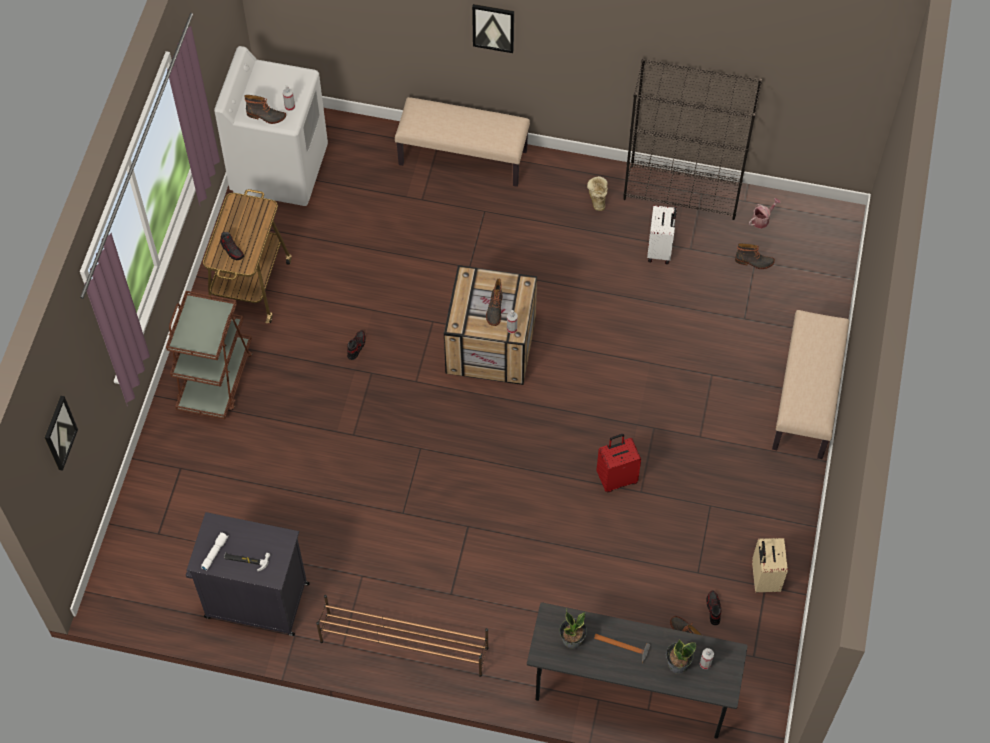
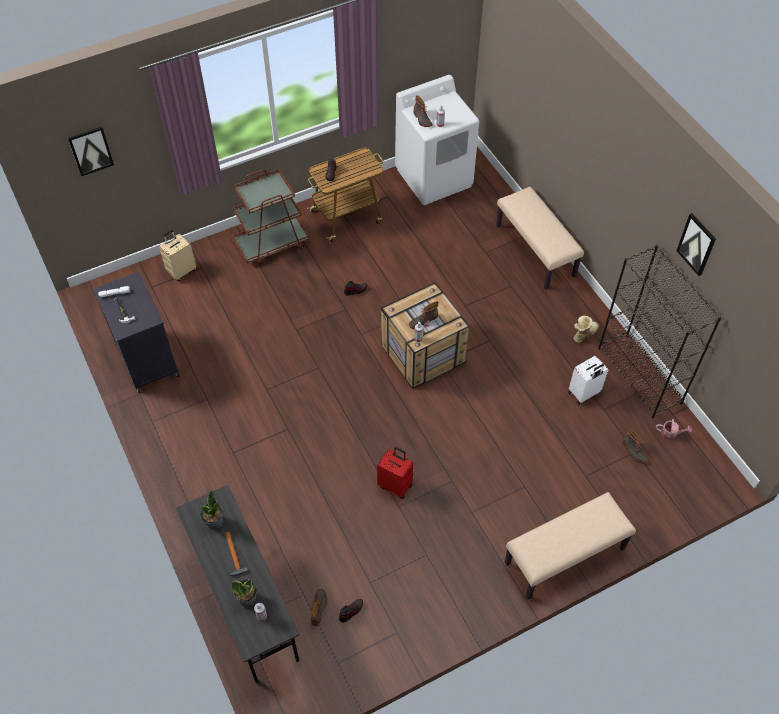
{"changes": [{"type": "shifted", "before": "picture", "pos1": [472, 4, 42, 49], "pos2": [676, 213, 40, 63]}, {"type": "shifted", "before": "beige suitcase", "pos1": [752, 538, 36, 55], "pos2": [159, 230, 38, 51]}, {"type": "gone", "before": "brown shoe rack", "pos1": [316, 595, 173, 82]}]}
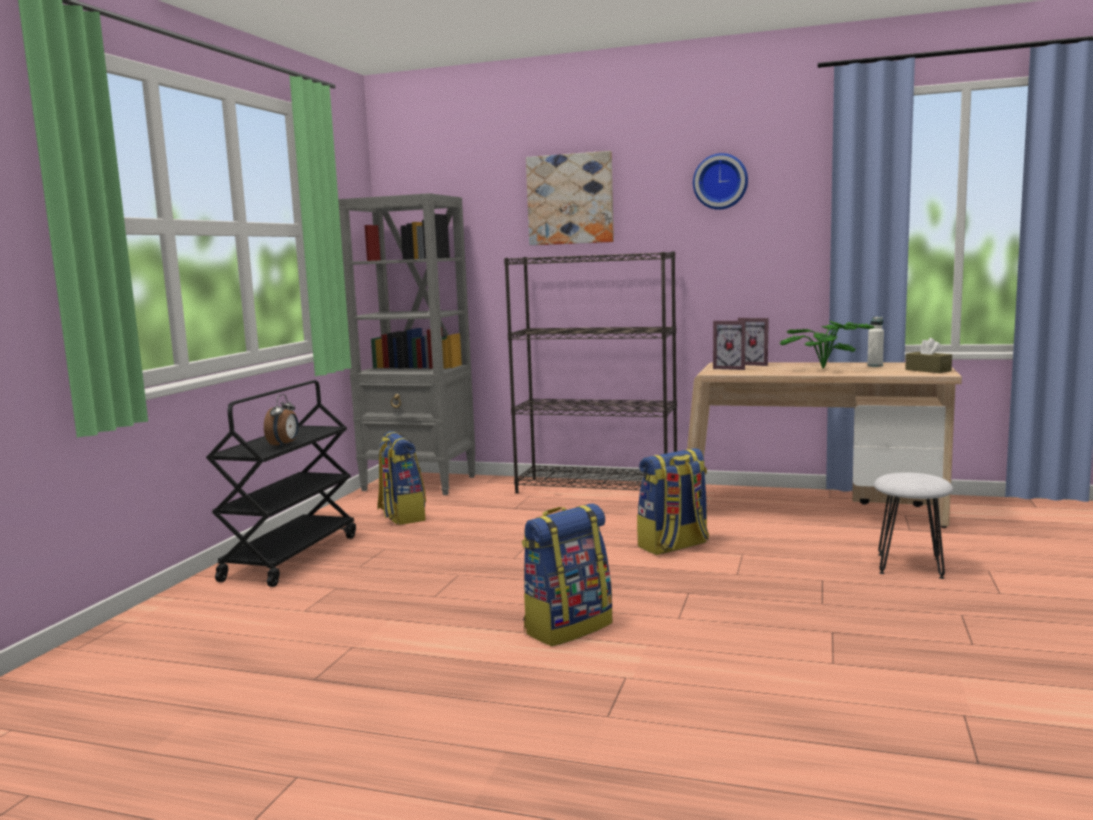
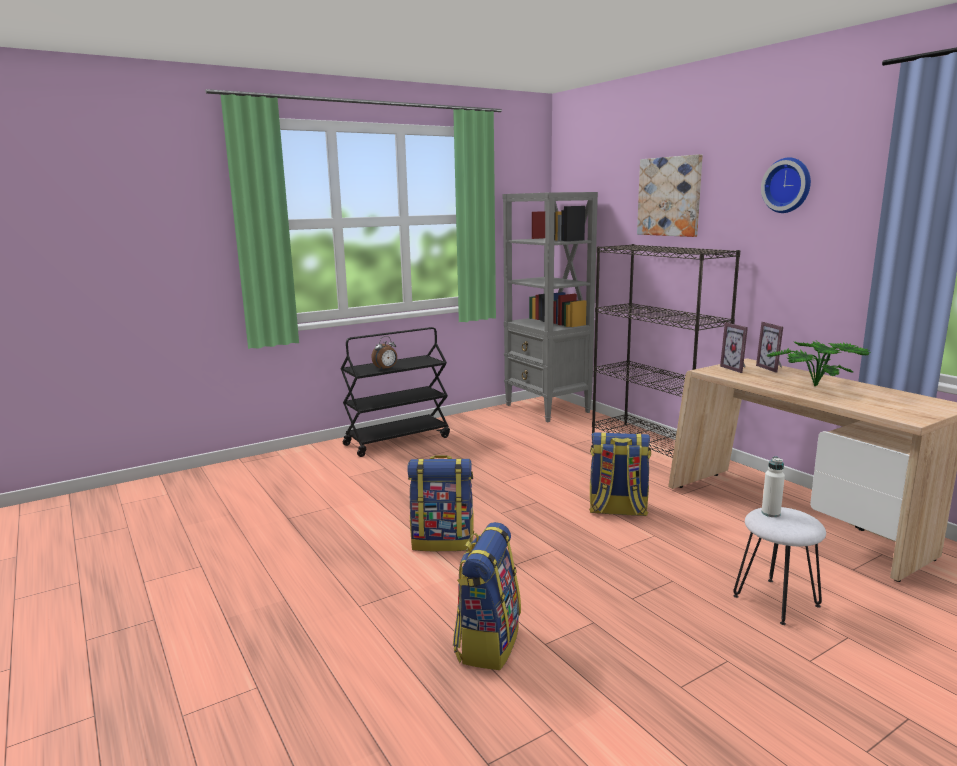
{"changes": [{"type": "shifted", "before": "white bottle", "pos1": [867, 316, 17, 51], "pos2": [762, 457, 23, 60]}, {"type": "gone", "before": "brown tissue box", "pos1": [905, 338, 47, 35]}, {"type": "shifted", "before": "backpack", "pos1": [377, 431, 49, 94], "pos2": [453, 522, 68, 148]}]}
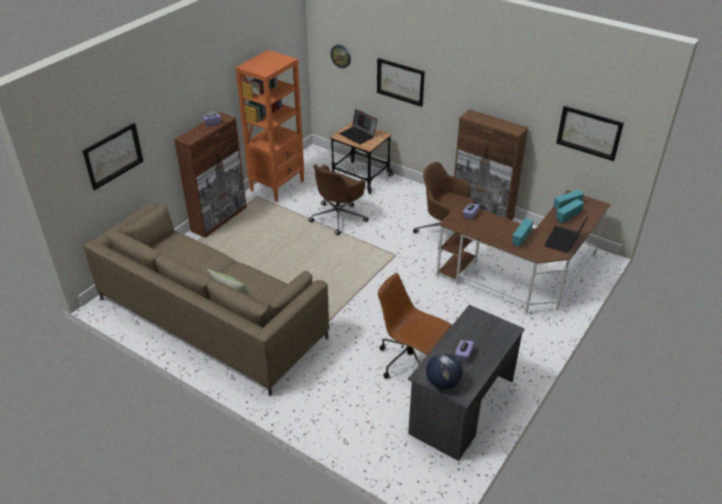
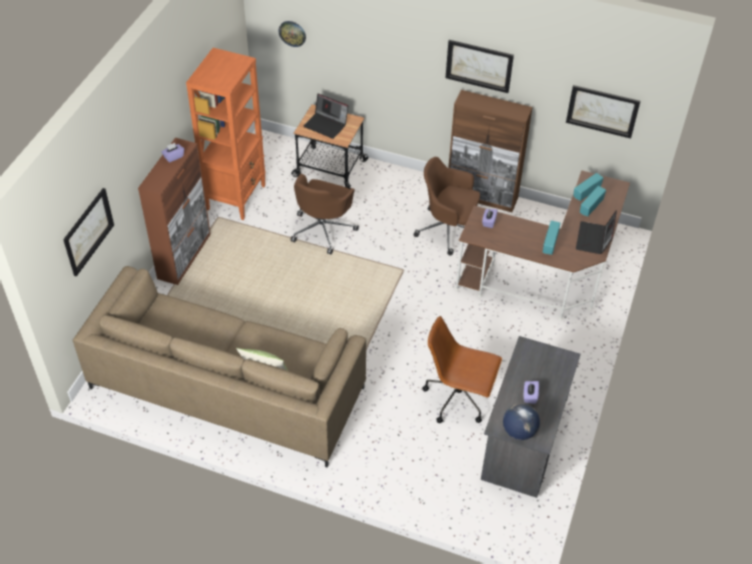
{"changes": [{"type": "shifted", "before": "picture", "pos1": [377, 58, 48, 49], "pos2": [446, 40, 68, 53]}]}
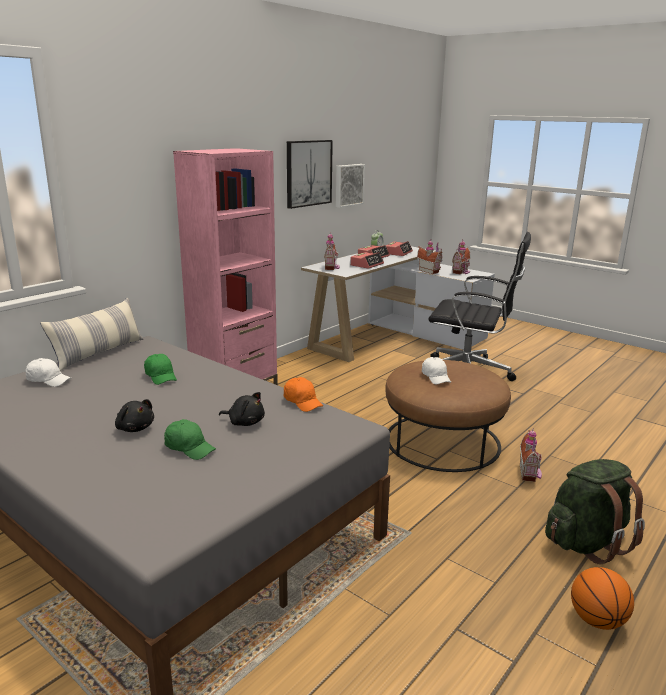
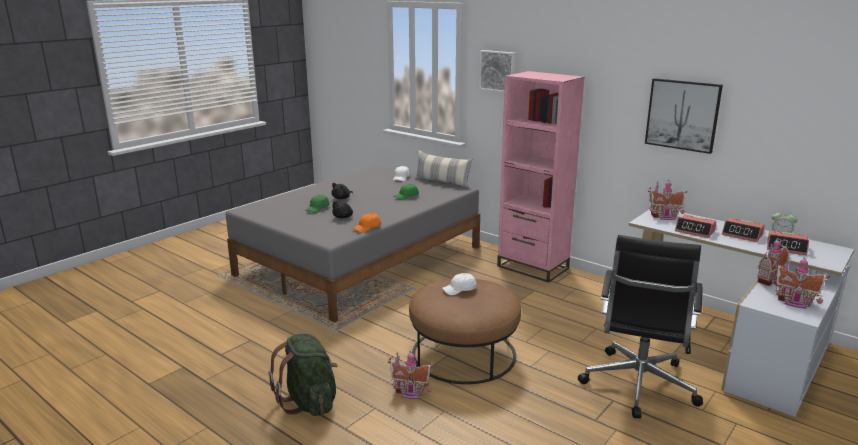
{"changes": [{"type": "shifted", "before": "picture", "pos1": [336, 164, 29, 44], "pos2": [479, 50, 36, 42]}, {"type": "gone", "before": "basketball", "pos1": [571, 567, 63, 63]}]}
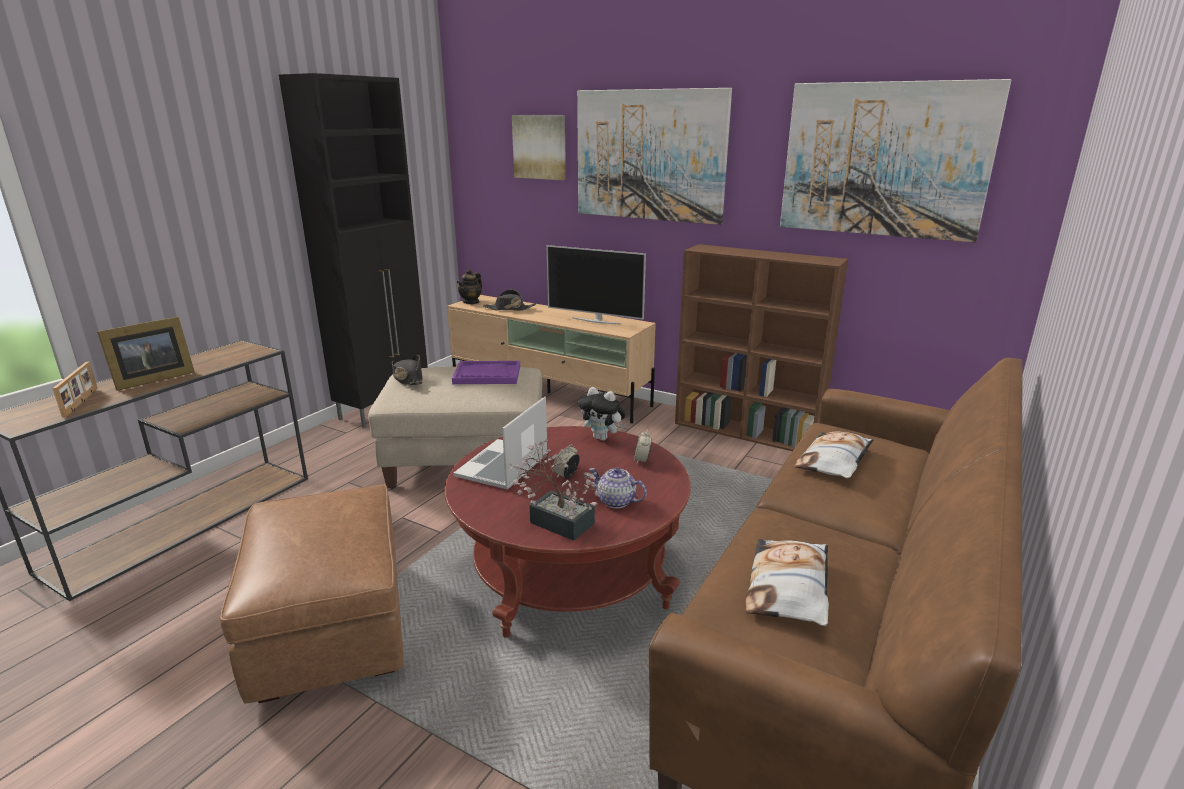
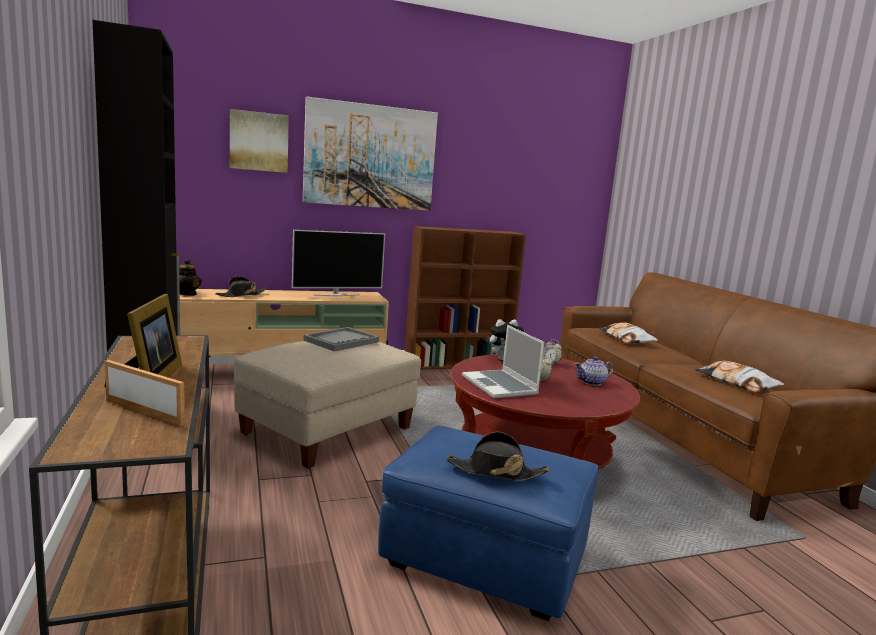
{"changes": [{"type": "gone", "before": "picture", "pos1": [780, 79, 231, 164]}, {"type": "shifted", "before": "black hat", "pos1": [392, 355, 30, 31], "pos2": [446, 432, 103, 49]}, {"type": "repainted", "before": "purple tray", "after": "grey tray", "pos1": [452, 361, 68, 23], "pos2": [304, 327, 75, 25]}, {"type": "gone", "before": "potted plant", "pos1": [510, 439, 96, 102]}, {"type": "repainted", "before": "brown ottoman", "after": "blue ottoman", "pos1": [220, 484, 184, 219], "pos2": [378, 425, 221, 196]}]}
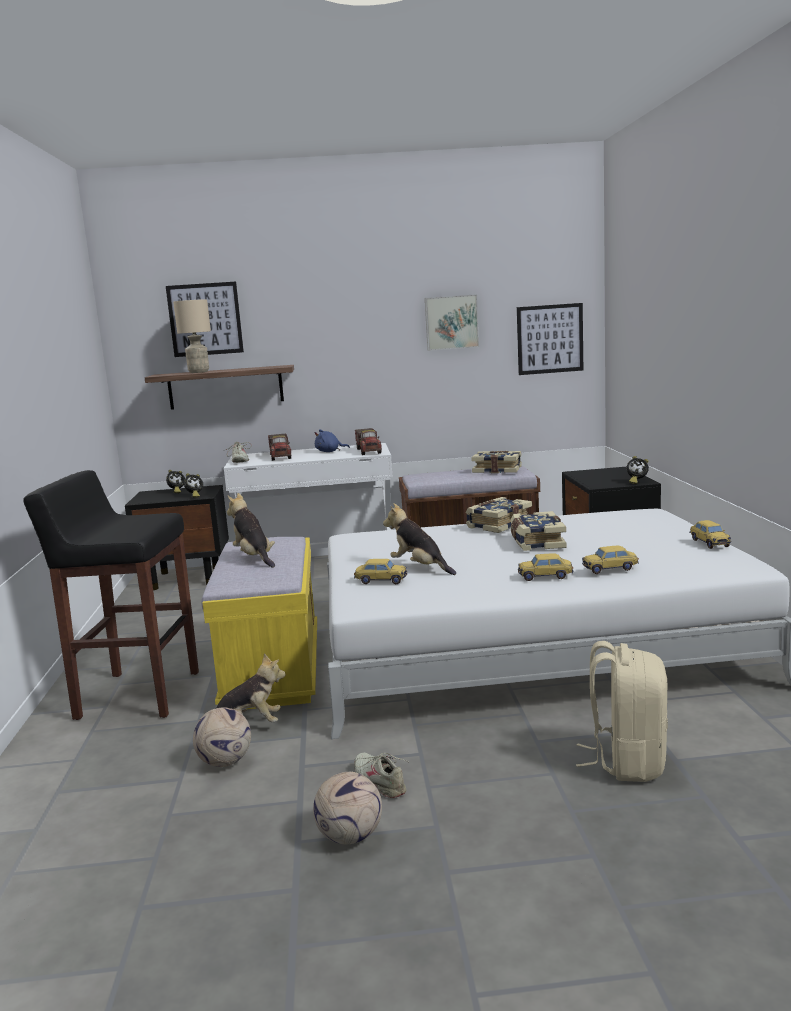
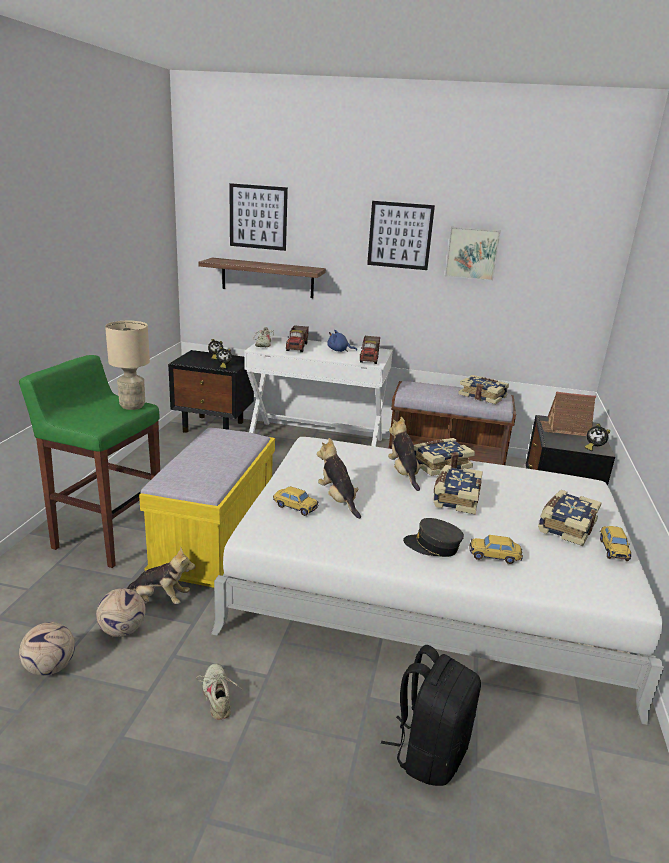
{"changes": [{"type": "shifted", "before": "beige table lamp", "pos1": [173, 299, 38, 74], "pos2": [105, 321, 45, 89]}, {"type": "shifted", "before": "picture", "pos1": [517, 303, 66, 72], "pos2": [367, 201, 68, 69]}, {"type": "repainted", "before": "black stool", "after": "green stool", "pos1": [23, 470, 176, 250], "pos2": [19, 355, 141, 213]}, {"type": "shifted", "before": "plush toy", "pos1": [227, 493, 48, 75], "pos2": [388, 416, 35, 75]}, {"type": "swapped", "before": "toy car", "after": "grey cap", "pos1": [518, 554, 55, 27], "pos2": [403, 518, 61, 39]}, {"type": "repainted", "before": "beige backpack", "after": "black backpack", "pos1": [576, 641, 92, 141], "pos2": [381, 645, 100, 141]}, {"type": "shifted", "before": "football", "pos1": [313, 772, 69, 73], "pos2": [19, 622, 56, 53]}, {"type": "new", "after": "toy house", "pos2": [540, 392, 56, 44]}, {"type": "new", "after": "book", "pos2": [538, 490, 64, 56]}]}
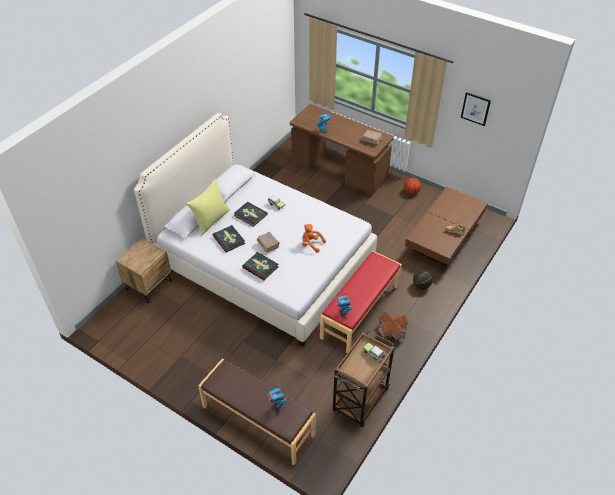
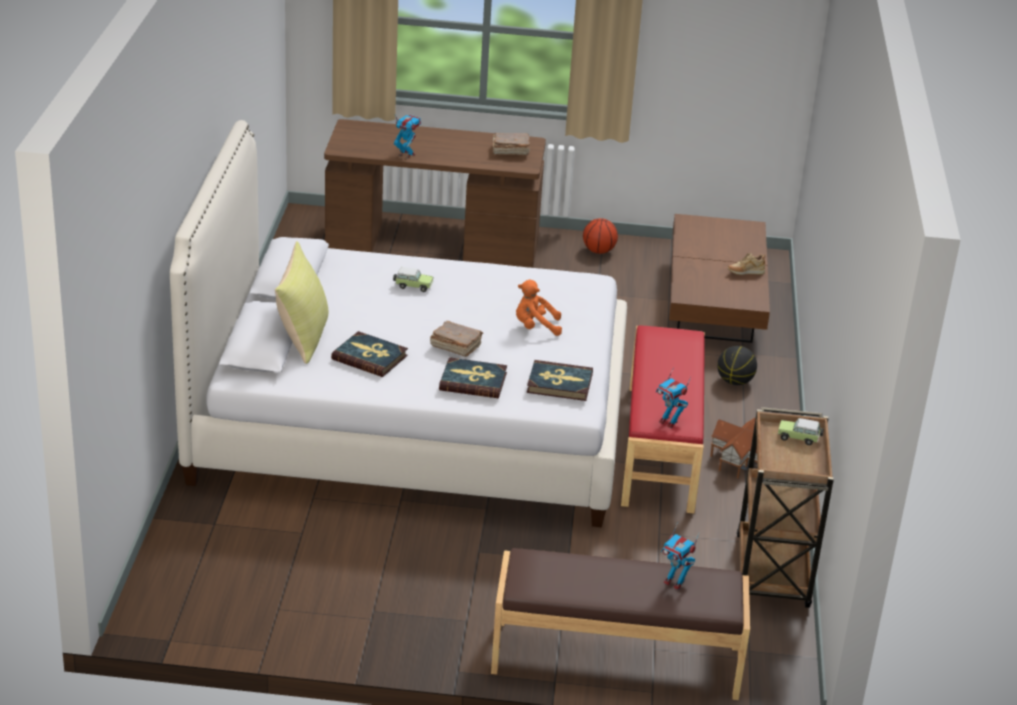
{"changes": [{"type": "gone", "before": "picture", "pos1": [461, 92, 30, 34]}, {"type": "shifted", "before": "book", "pos1": [234, 202, 33, 25], "pos2": [527, 360, 66, 41]}, {"type": "gone", "before": "brown nightstand", "pos1": [116, 238, 56, 65]}]}
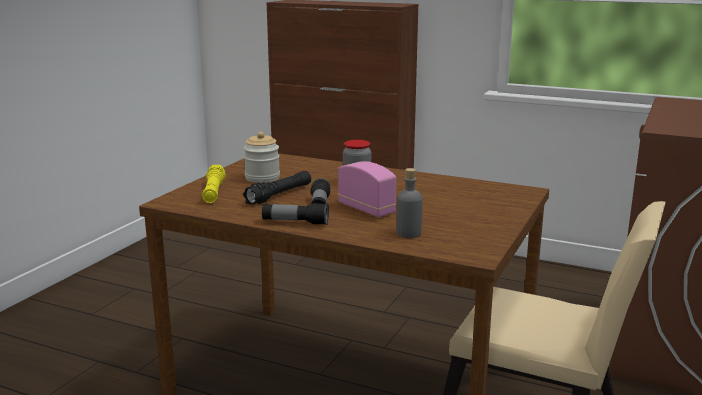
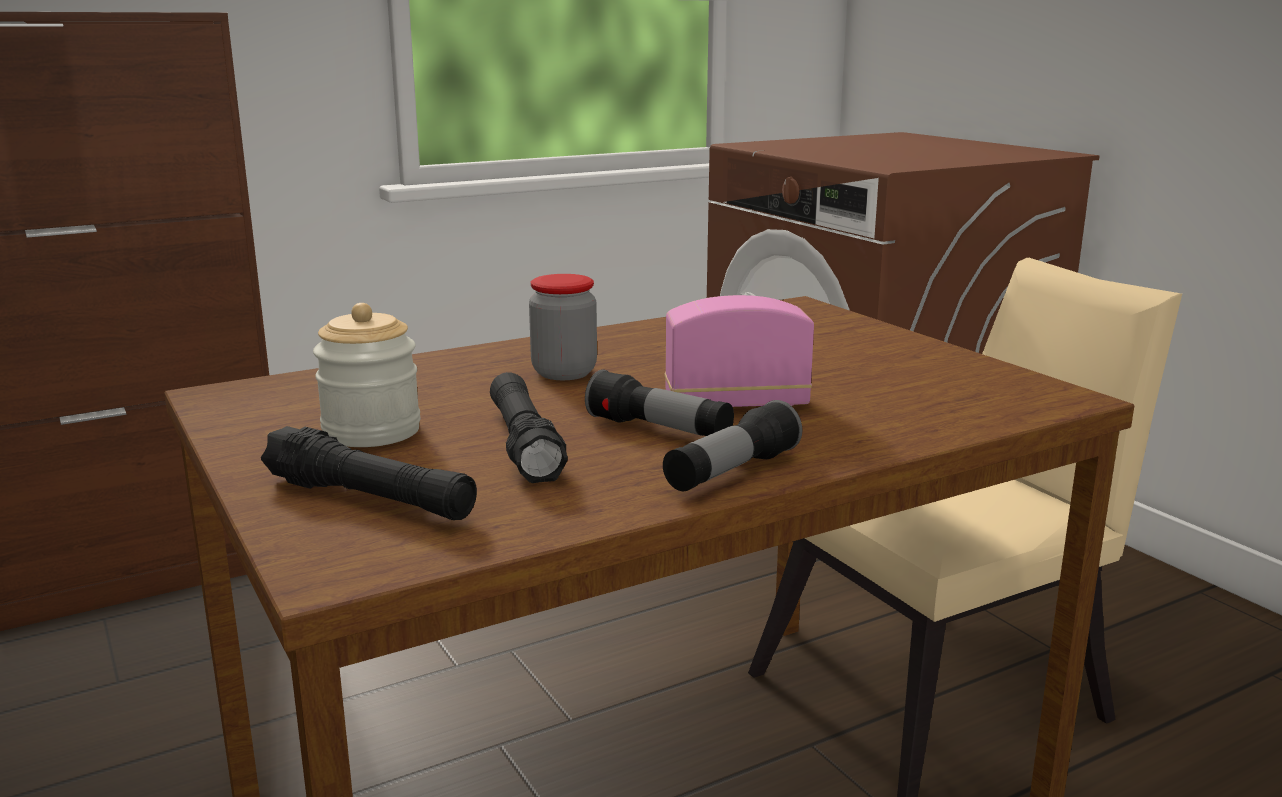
{"changes": [{"type": "repainted", "before": "yellow flashlight", "after": "black flashlight", "pos1": [202, 165, 24, 38], "pos2": [261, 426, 216, 94]}, {"type": "gone", "before": "grey bottle", "pos1": [396, 168, 27, 70]}]}
